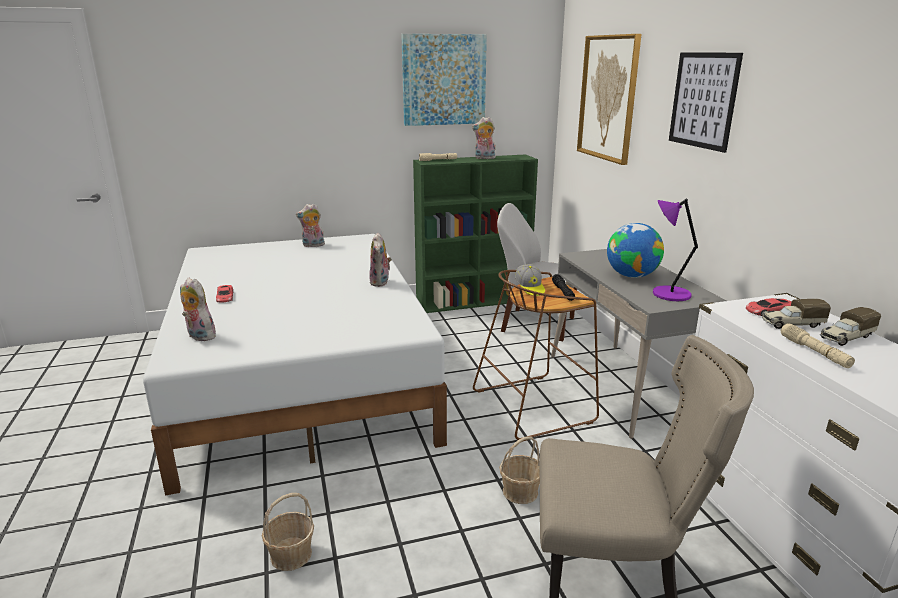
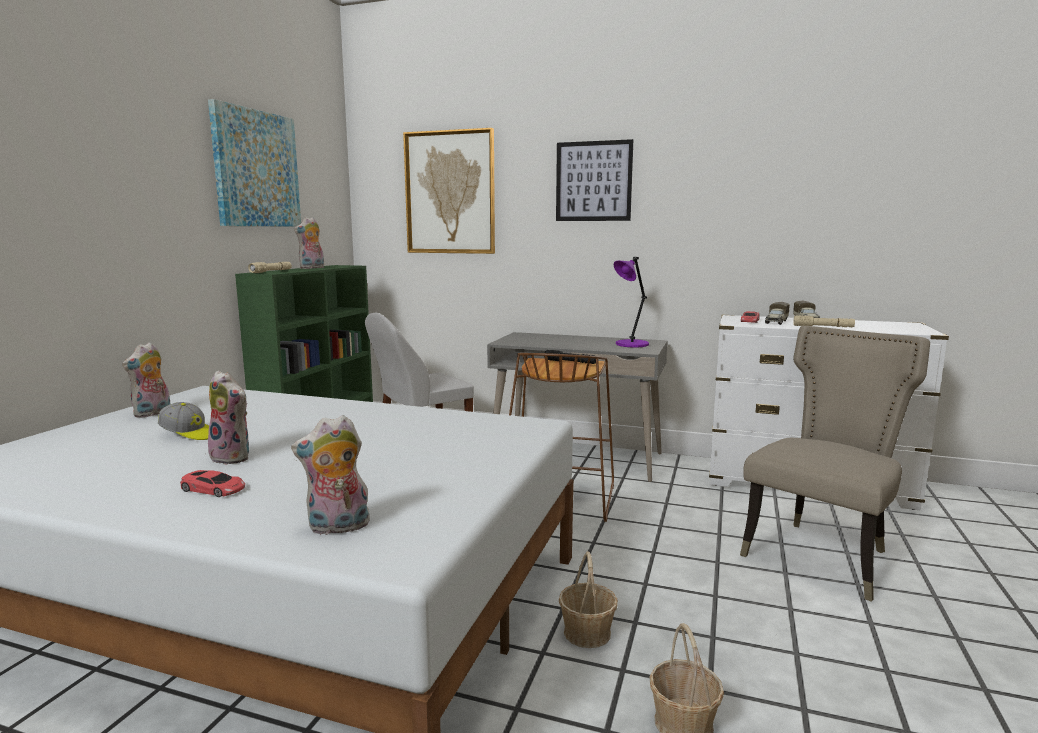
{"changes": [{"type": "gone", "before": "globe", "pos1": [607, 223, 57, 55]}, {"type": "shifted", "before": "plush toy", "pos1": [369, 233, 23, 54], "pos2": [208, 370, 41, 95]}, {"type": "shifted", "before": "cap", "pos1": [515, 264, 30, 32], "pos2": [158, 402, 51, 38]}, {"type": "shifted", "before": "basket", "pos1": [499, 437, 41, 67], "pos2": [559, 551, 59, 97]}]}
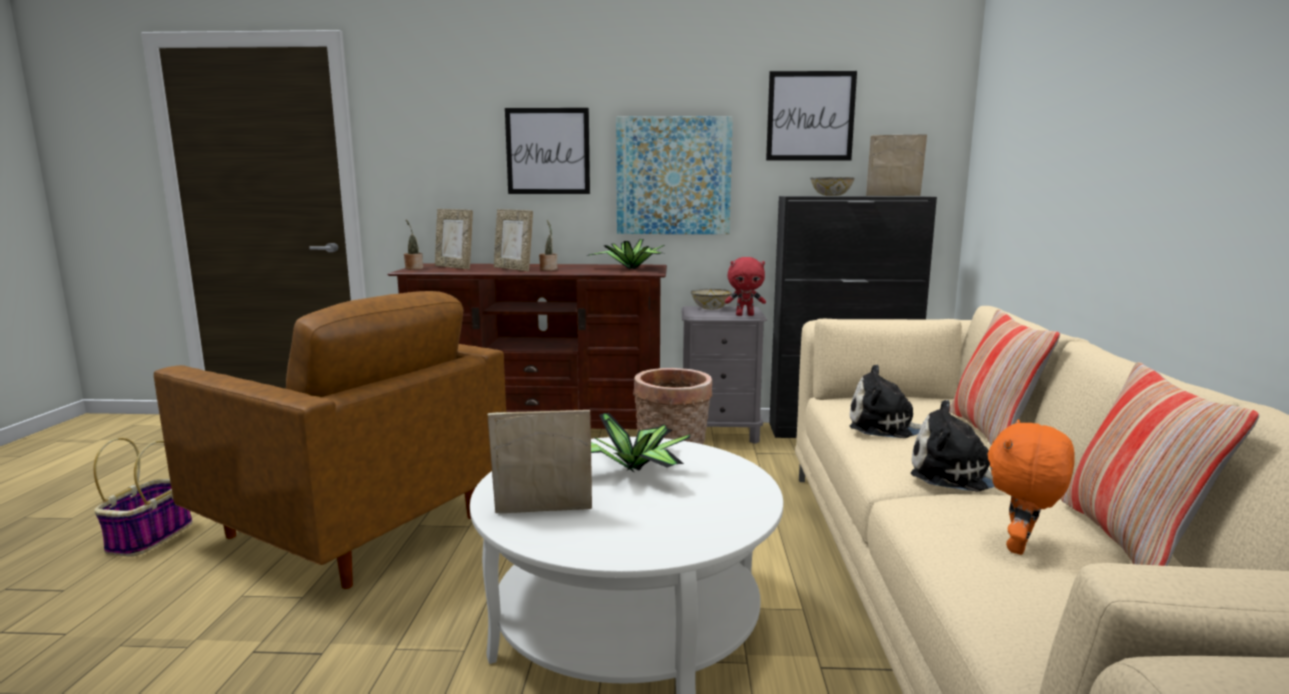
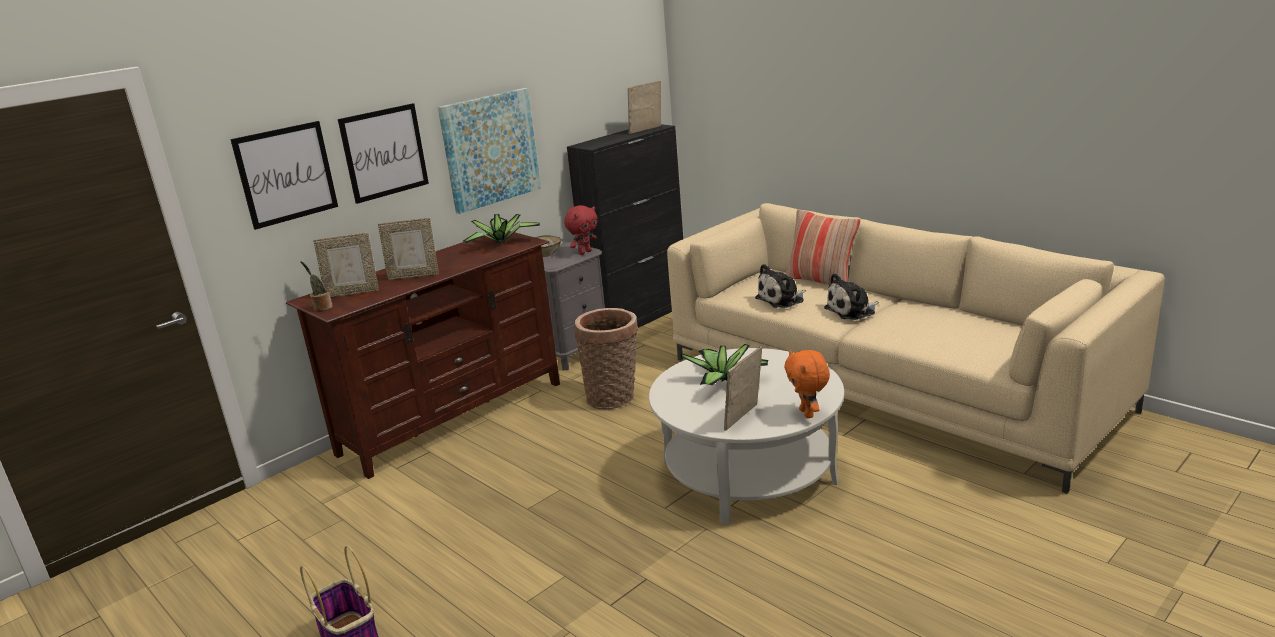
{"changes": [{"type": "shifted", "before": "picture", "pos1": [766, 71, 91, 89], "pos2": [230, 121, 108, 109]}, {"type": "gone", "before": "bowl", "pos1": [810, 177, 45, 19]}, {"type": "gone", "before": "potted plant", "pos1": [539, 220, 19, 51]}, {"type": "gone", "before": "brown armchair", "pos1": [154, 291, 352, 298]}, {"type": "gone", "before": "pillow", "pos1": [1060, 362, 199, 204]}, {"type": "shifted", "before": "orange plush toy", "pos1": [988, 419, 87, 136], "pos2": [784, 350, 46, 68]}]}
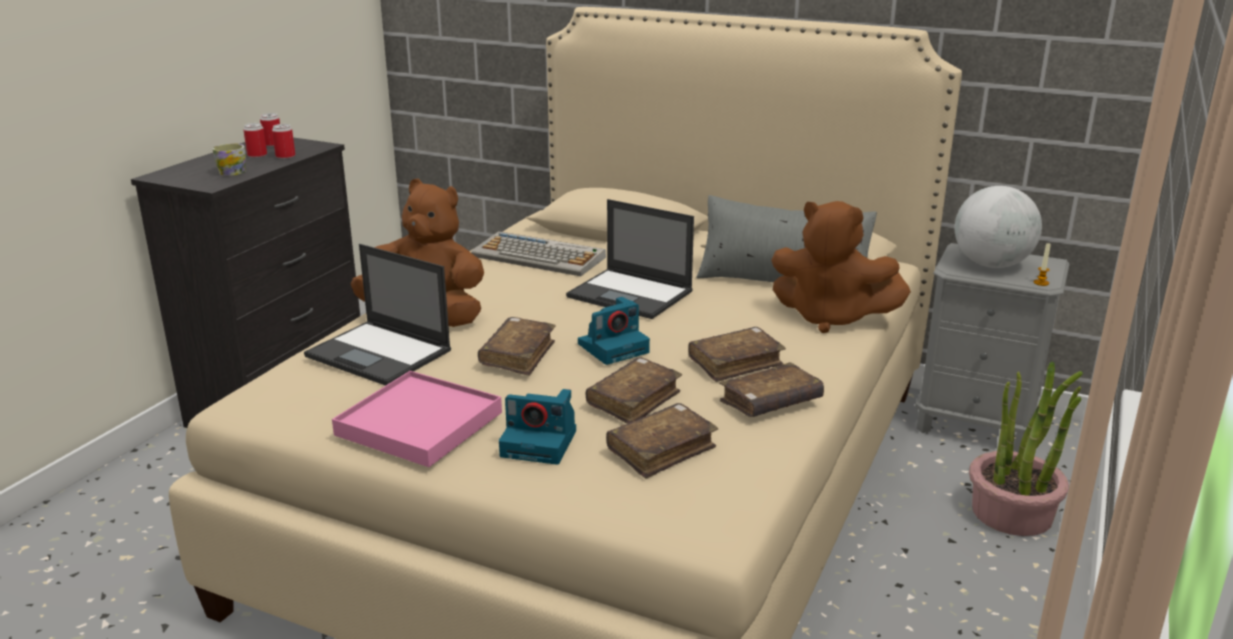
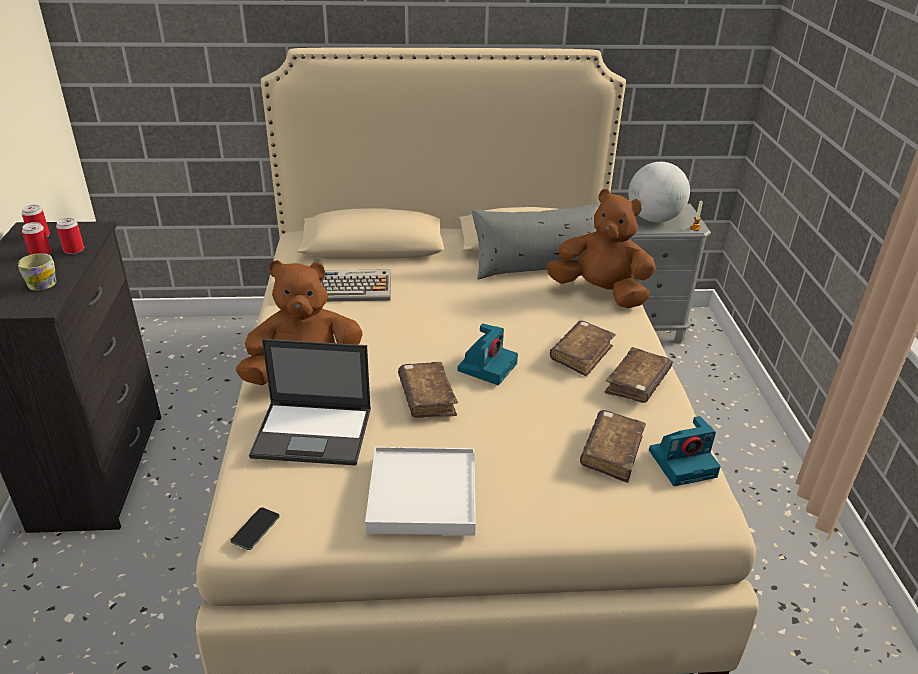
{"changes": [{"type": "gone", "before": "laptop", "pos1": [566, 199, 128, 120]}, {"type": "rotated", "before": "brown plush toy", "pos1": [771, 201, 140, 132], "pos2": [546, 189, 110, 119], "turn": -150}, {"type": "gone", "before": "brown book", "pos1": [586, 357, 96, 67]}, {"type": "gone", "before": "potted plant", "pos1": [969, 361, 114, 175]}, {"type": "repainted", "before": "pink tray", "after": "white tray", "pos1": [332, 371, 170, 96], "pos2": [365, 447, 111, 89]}, {"type": "shifted", "before": "photo camera", "pos1": [499, 389, 77, 76], "pos2": [649, 416, 72, 70]}, {"type": "new", "after": "phone", "pos2": [230, 507, 50, 43]}]}
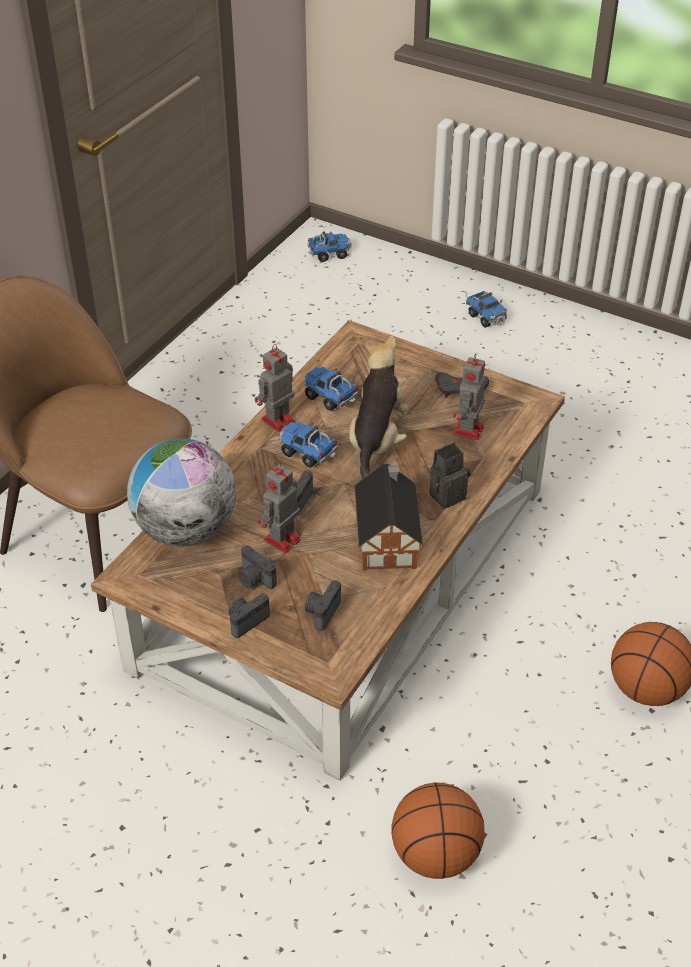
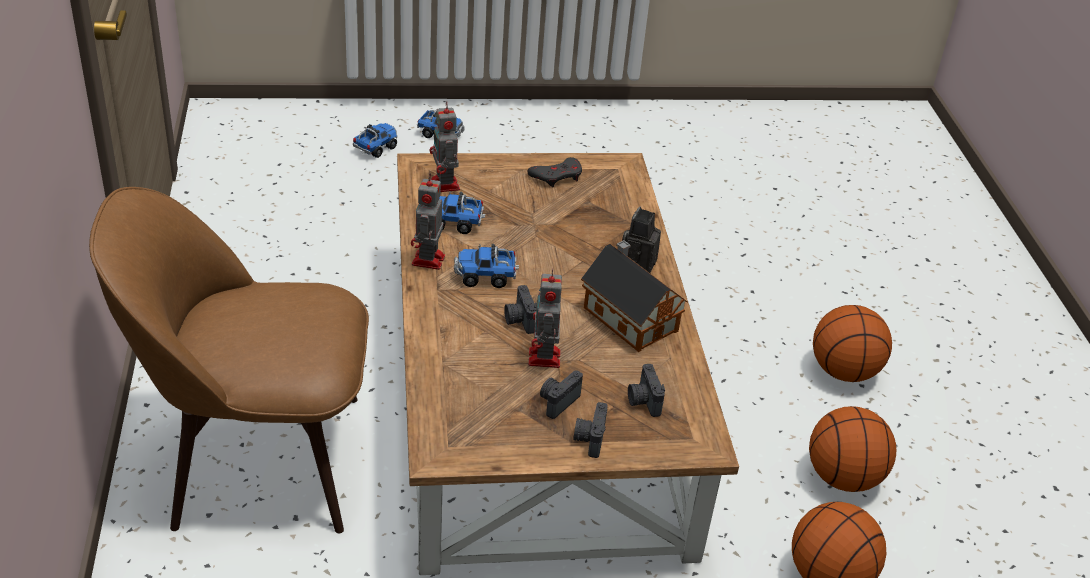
{"changes": [{"type": "shifted", "before": "toy truck", "pos1": [307, 231, 45, 31], "pos2": [353, 123, 44, 35]}, {"type": "gone", "before": "plush toy", "pos1": [349, 335, 59, 144]}, {"type": "shifted", "before": "toy robot", "pos1": [453, 353, 32, 87], "pos2": [429, 101, 31, 91]}, {"type": "gone", "before": "globe", "pos1": [127, 438, 109, 109]}, {"type": "rotated", "before": "photo camera", "pos1": [238, 545, 39, 44], "pos2": [540, 370, 43, 49], "turn": 120}, {"type": "new", "after": "basketball", "pos2": [809, 406, 87, 86]}]}
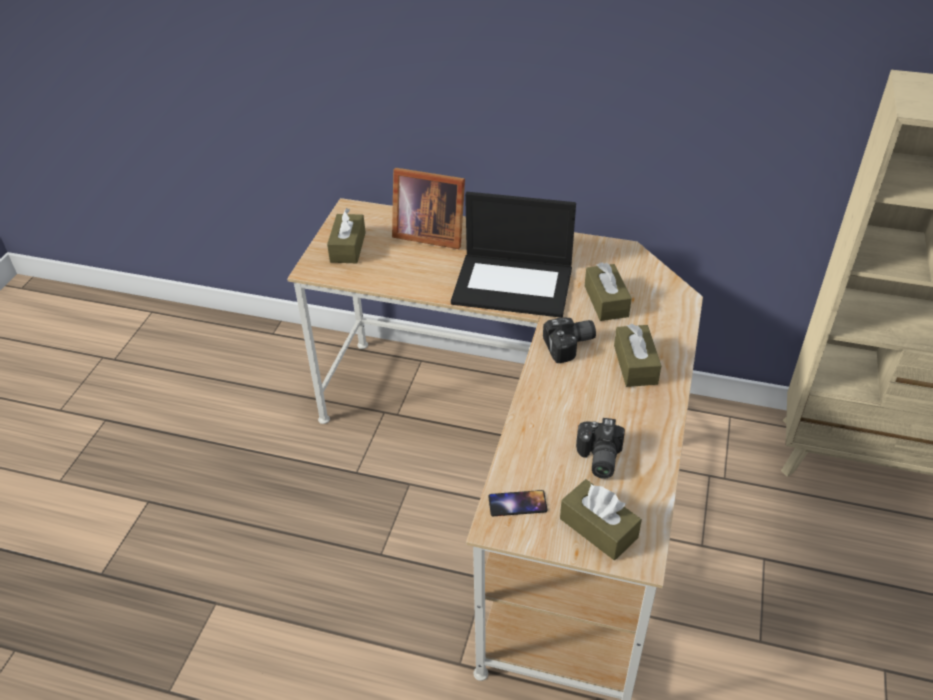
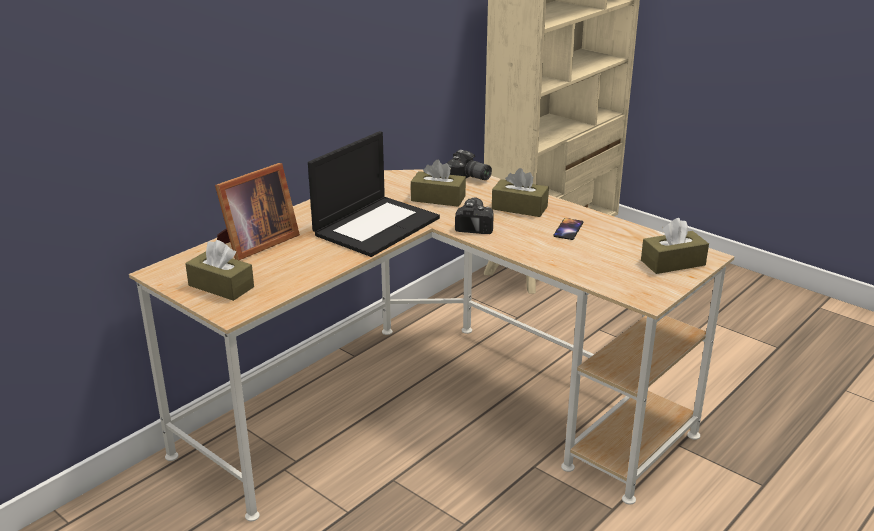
{"changes": [{"type": "shifted", "before": "photo camera", "pos1": [576, 418, 49, 61], "pos2": [447, 150, 45, 30]}, {"type": "shifted", "before": "phone", "pos1": [488, 490, 59, 26], "pos2": [553, 218, 31, 22]}]}
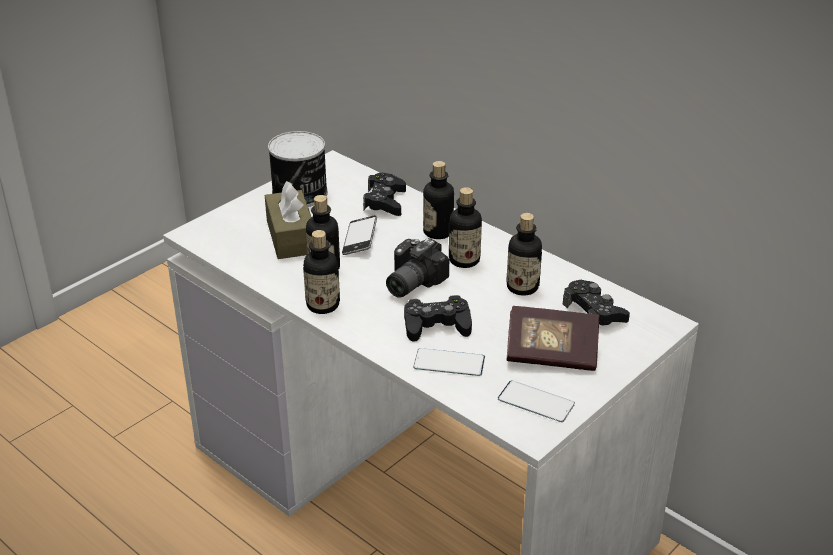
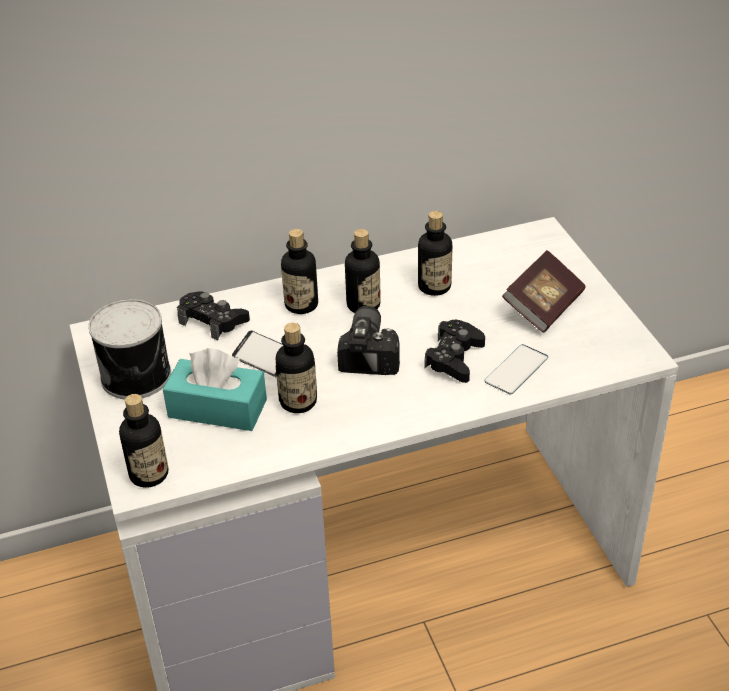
{"changes": [{"type": "repainted", "before": "brown tissue box", "after": "turquoise tissue box", "pos1": [265, 181, 47, 78], "pos2": [163, 348, 104, 83]}, {"type": "shifted", "before": "bottle", "pos1": [303, 230, 37, 84], "pos2": [119, 394, 49, 94]}, {"type": "rotated", "before": "photo camera", "pos1": [386, 238, 63, 60], "pos2": [337, 306, 63, 69], "turn": -150}, {"type": "gone", "before": "black game controller", "pos1": [563, 280, 67, 45]}, {"type": "gone", "before": "phone", "pos1": [498, 380, 77, 42]}]}
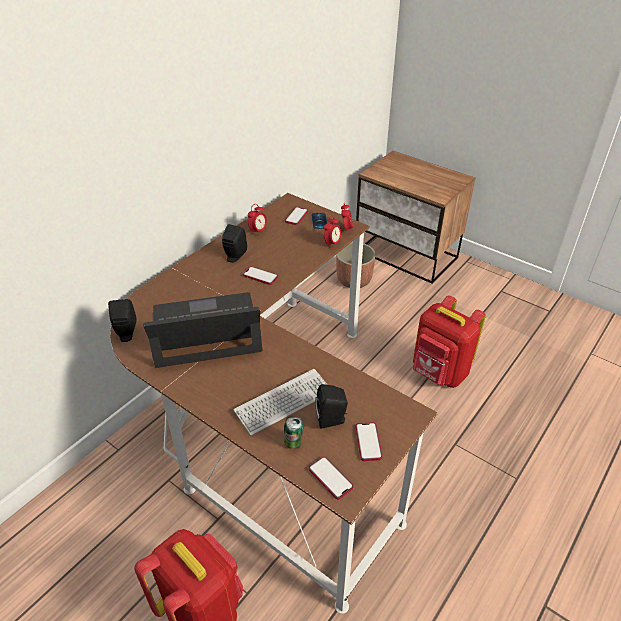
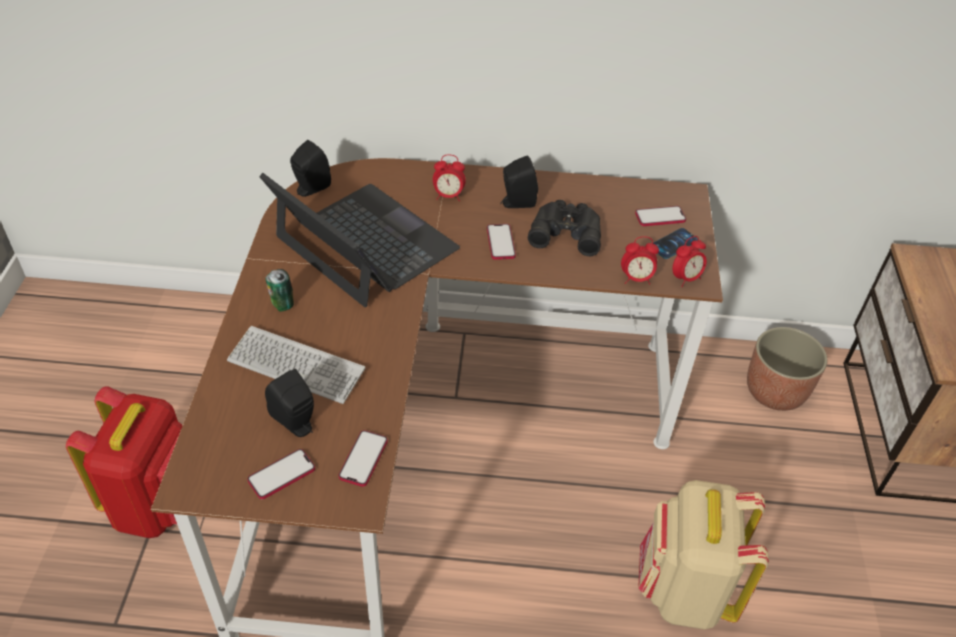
{"changes": [{"type": "shifted", "before": "alarm clock", "pos1": [248, 204, 19, 32], "pos2": [433, 154, 33, 47]}, {"type": "repainted", "before": "red backpack", "after": "beige backpack", "pos1": [413, 295, 73, 93], "pos2": [638, 480, 131, 150]}, {"type": "shifted", "before": "can", "pos1": [284, 417, 20, 32], "pos2": [265, 269, 29, 43]}, {"type": "shifted", "before": "phone", "pos1": [309, 457, 44, 42], "pos2": [339, 430, 49, 57]}, {"type": "new", "after": "black binoculars", "pos2": [528, 200, 73, 56]}]}
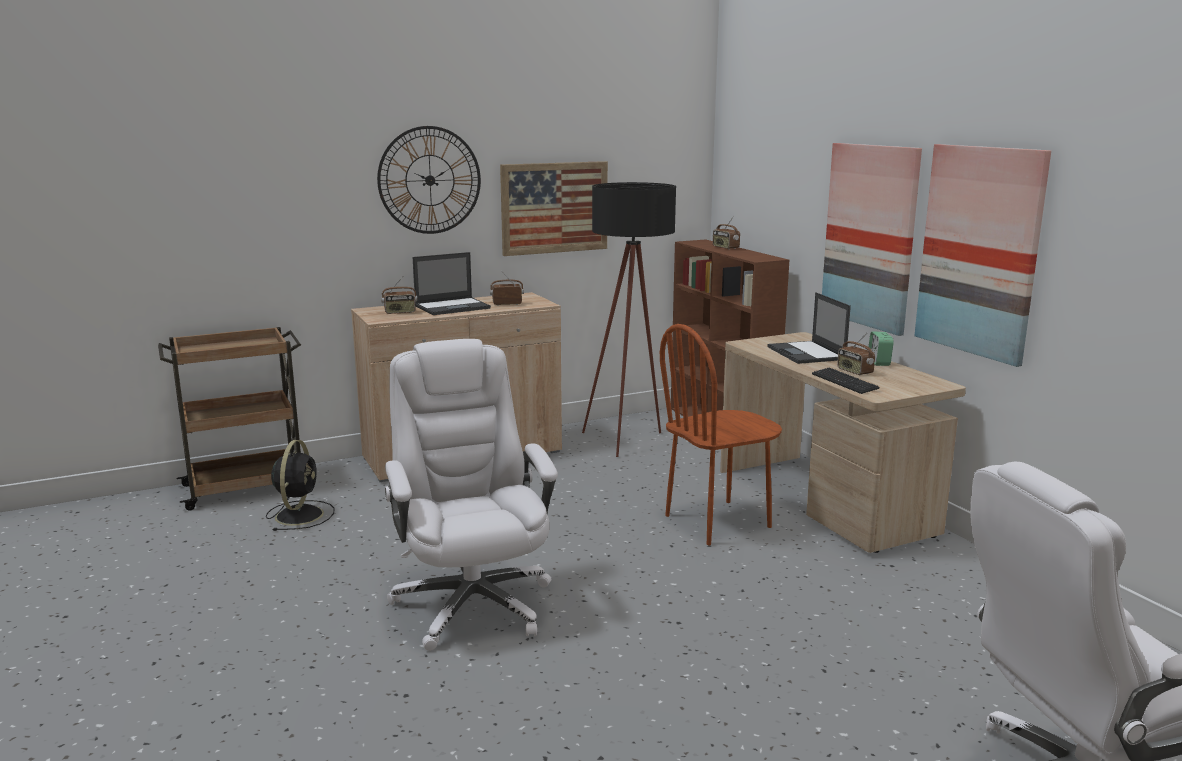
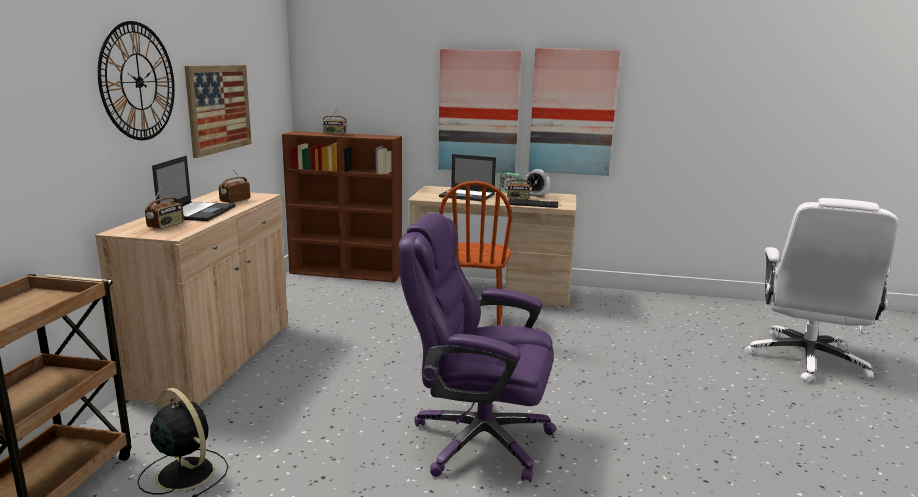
{"changes": [{"type": "gone", "before": "black floor lamp", "pos1": [582, 182, 94, 275]}, {"type": "repainted", "before": "white office chair", "after": "purple office chair", "pos1": [385, 339, 173, 312], "pos2": [398, 212, 159, 270]}, {"type": "new", "after": "alarm clock", "pos2": [525, 169, 25, 29]}]}
